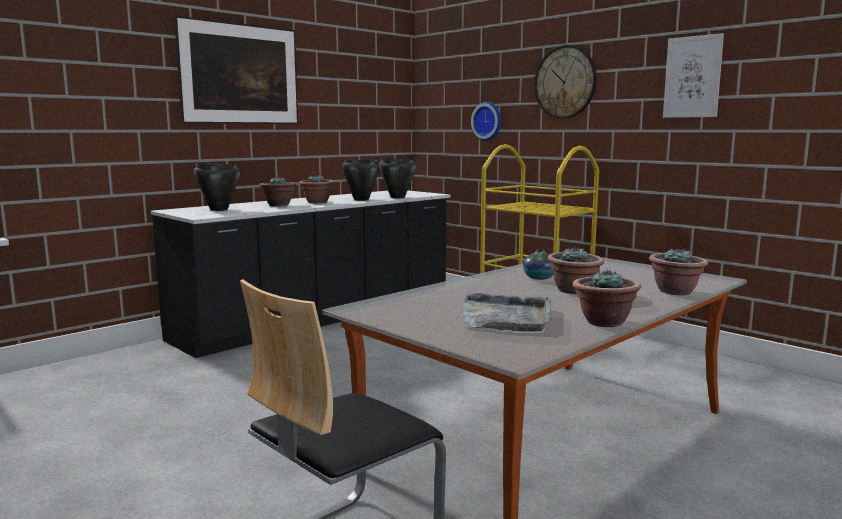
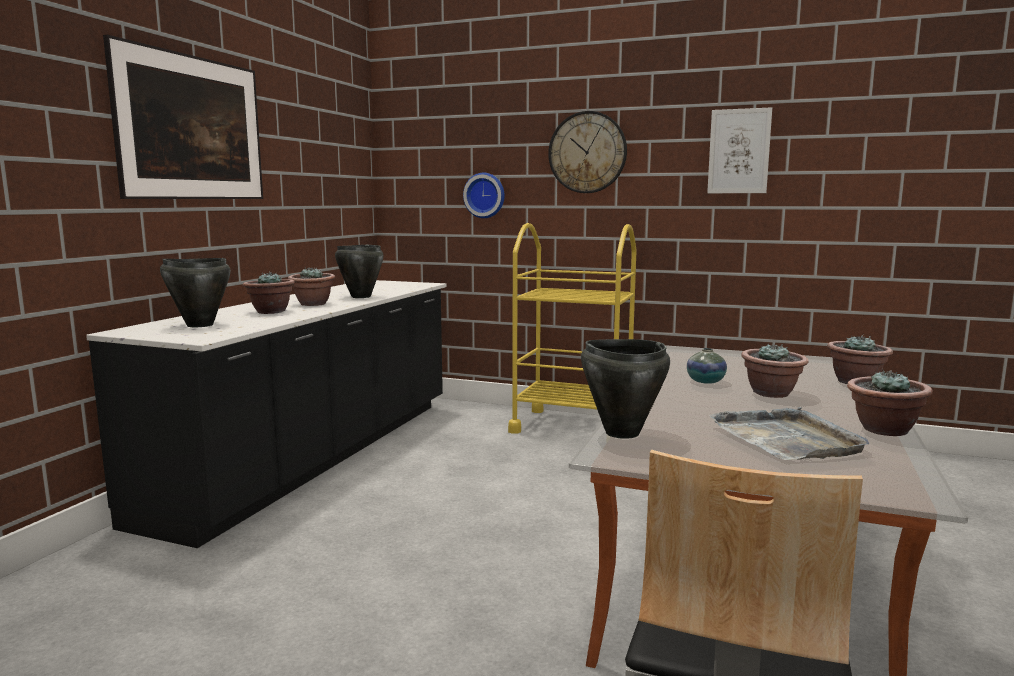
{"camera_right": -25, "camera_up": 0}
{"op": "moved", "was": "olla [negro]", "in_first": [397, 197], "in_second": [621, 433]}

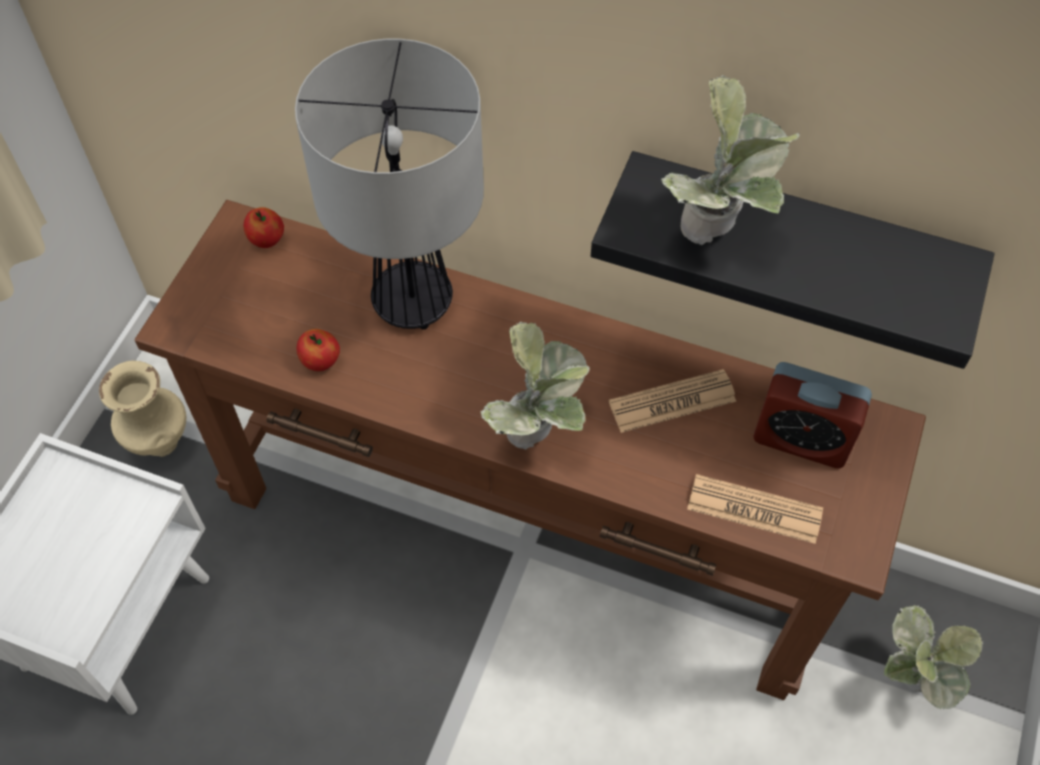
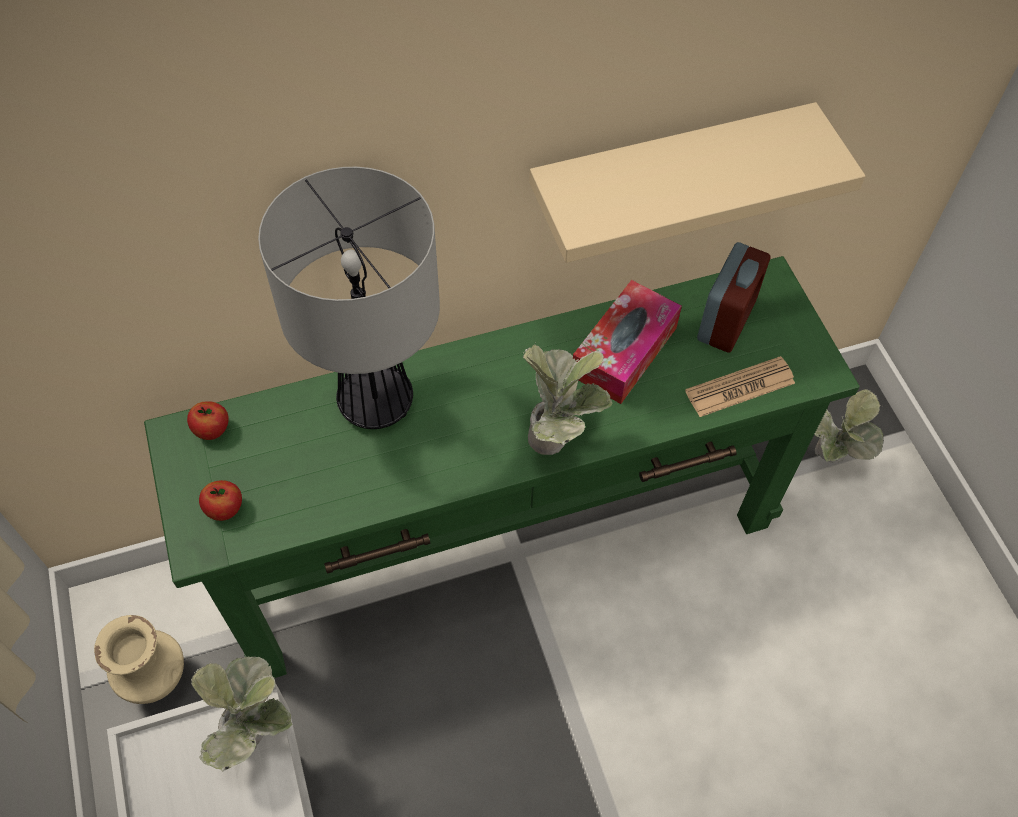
{"camera_right": -40, "camera_up": 0}
{"op": "recoloured", "was": "mesa consola [marrón]", "now": "mesa consola [verde]", "in_first": [522, 532], "in_second": [504, 542]}
{"op": "moved", "was": "planta en maceta", "in_first": [718, 234], "in_second": [257, 733]}
{"op": "moved", "was": "manzana", "in_first": [321, 361], "in_second": [225, 509]}
{"op": "recoloured", "was": "estante [negro]", "now": "estante [beis]", "in_first": [795, 242], "in_second": [668, 174]}
{"op": "replaced", "was": "periódico", "now": "caja de pañuelos", "in_first": [672, 402], "in_second": [624, 351]}
{"op": "turned", "was": "despertador", "in_first": [801, 439], "in_second": [726, 321], "clockwise": -45}

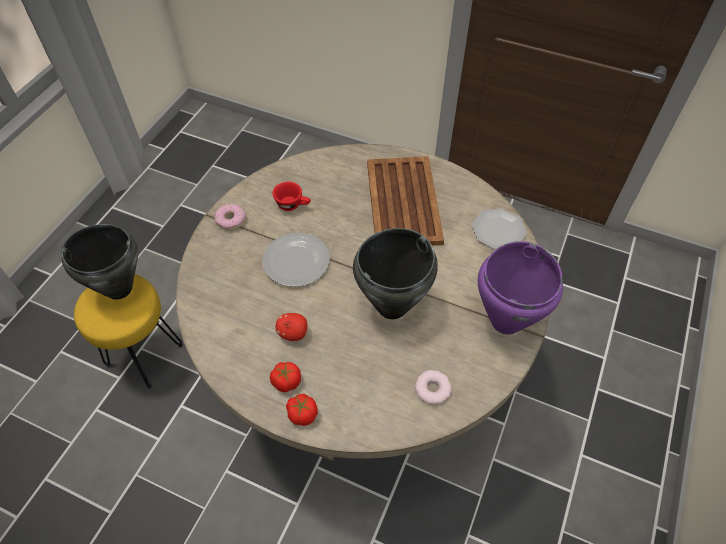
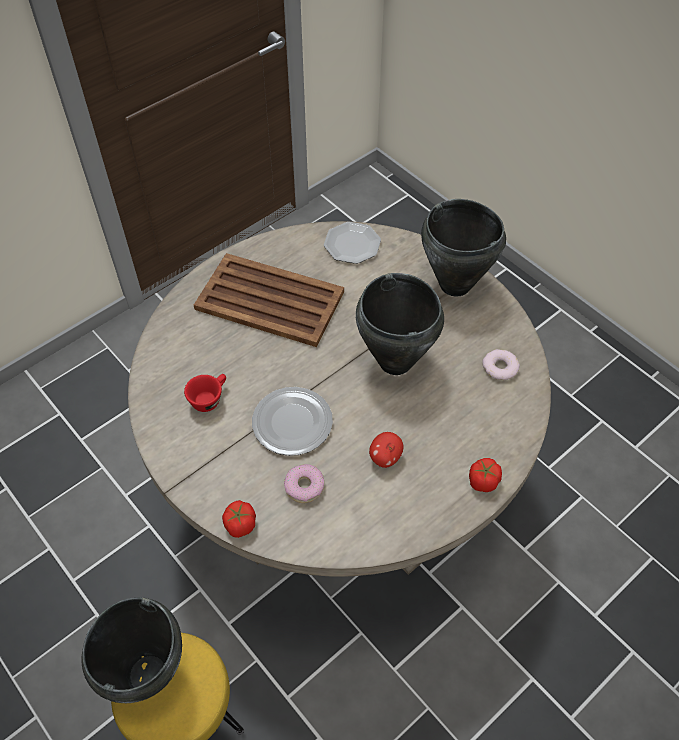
{"camera_right": -65, "camera_up": 0}
{"op": "moved", "was": "tomate", "in_first": [286, 381], "in_second": [240, 525]}
{"op": "moved", "was": "rosquilla", "in_first": [231, 220], "in_second": [304, 486]}
{"op": "recoloured", "was": "olla [morado]", "now": "olla [negro]", "in_first": [505, 321], "in_second": [455, 285]}

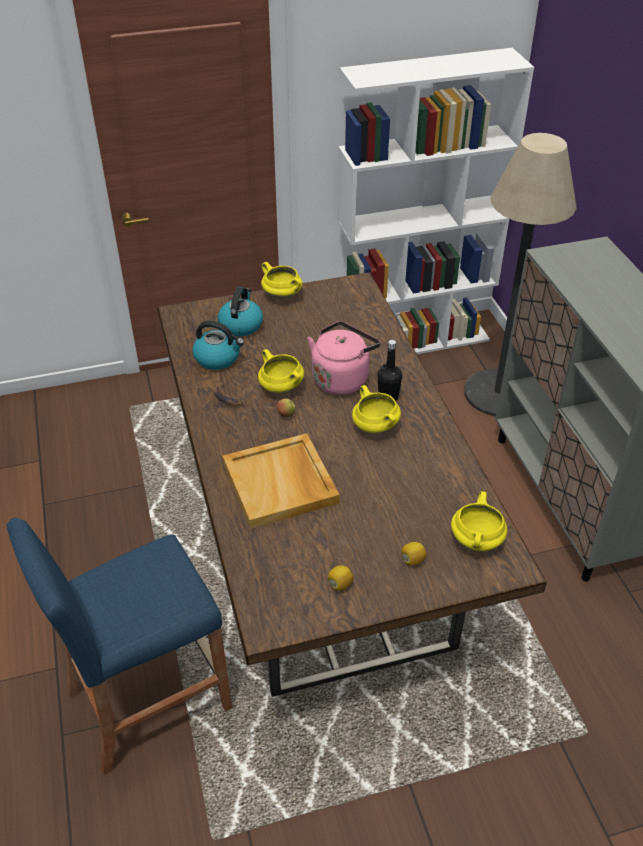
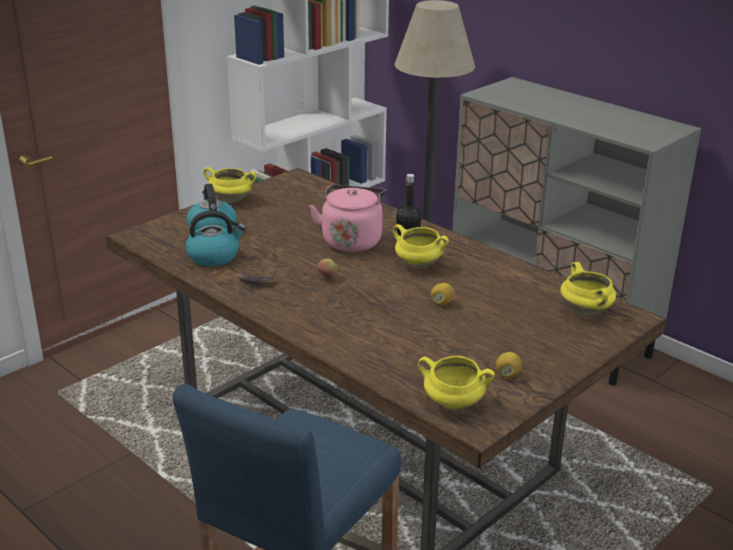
{"camera_right": -30, "camera_up": -15}
{"op": "moved", "was": "olla [amarillo]", "in_first": [280, 388], "in_second": [452, 403]}
{"op": "moved", "was": "limón", "in_first": [412, 560], "in_second": [441, 303]}
{"op": "removed", "was": "bandeja [beis]", "in_first": [281, 483]}

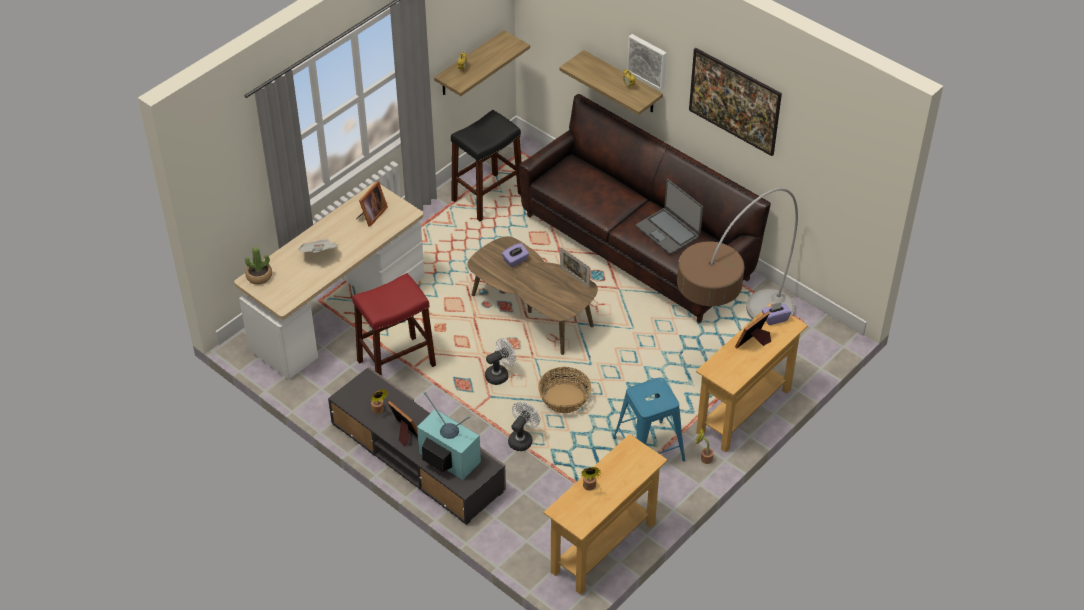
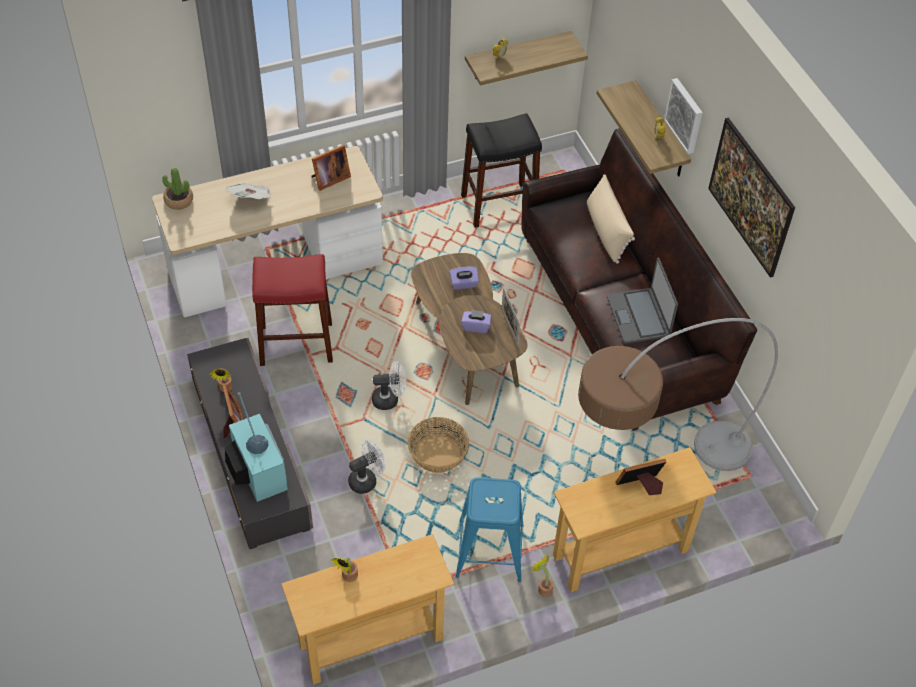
{"camera_right": 25, "camera_up": 5}
{"op": "moved", "was": "caja de pañuelos [morado]", "in_first": [775, 318], "in_second": [476, 326]}
{"op": "added", "now": "cojín [beis]", "in_second": [606, 231]}

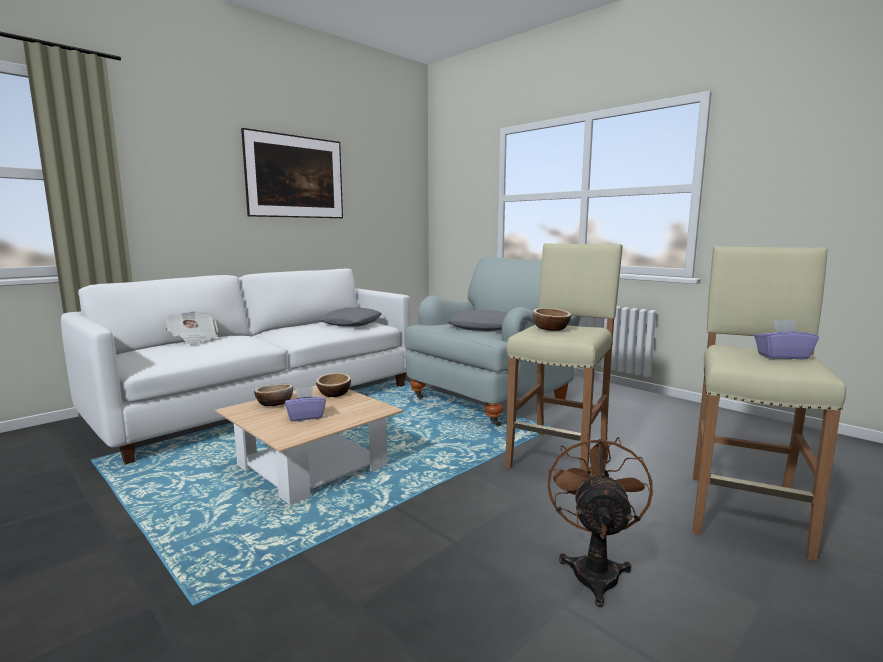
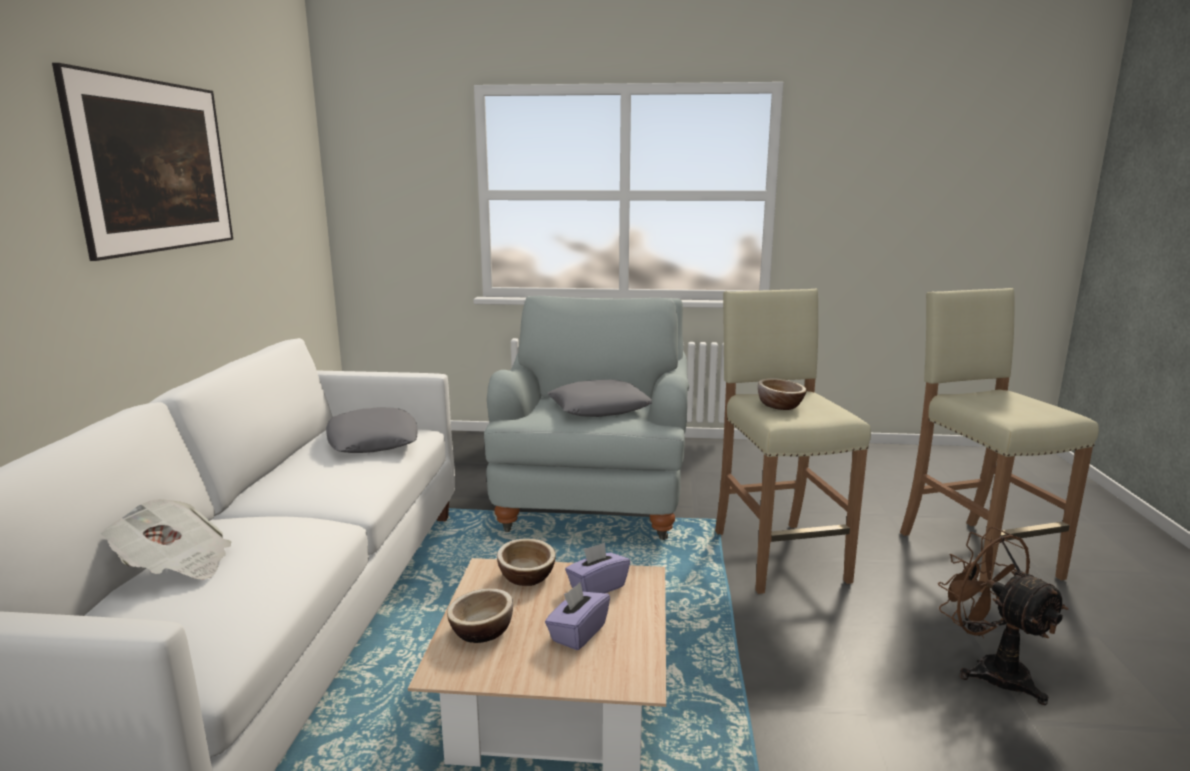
{"camera_right": -40, "camera_up": 5}
{"op": "moved", "was": "caja de pañuelos [morado]", "in_first": [782, 356], "in_second": [597, 587]}

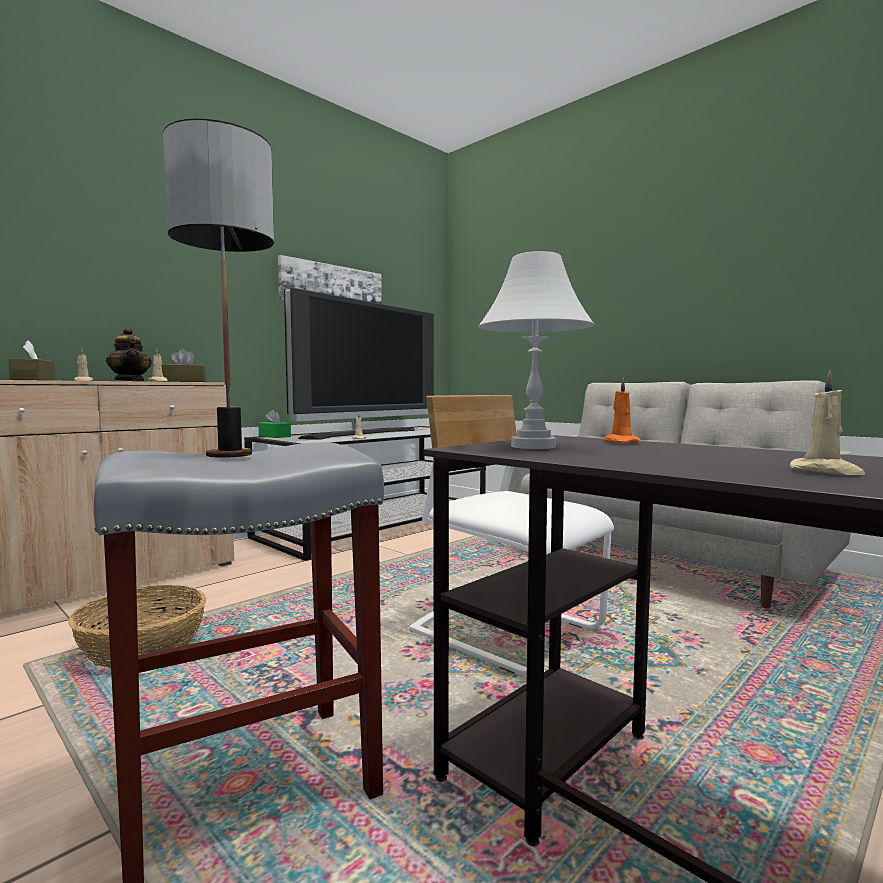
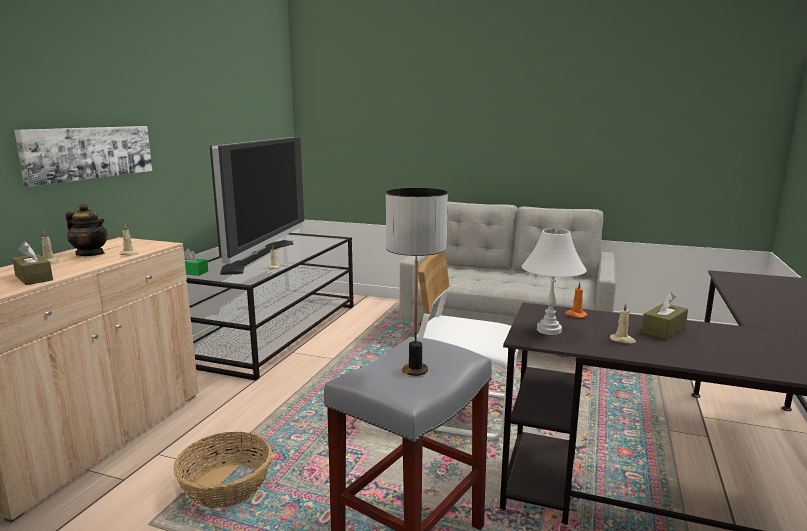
{"camera_right": -25, "camera_up": 10}
{"op": "moved", "was": "cuadro", "in_first": [331, 286], "in_second": [89, 152]}
{"op": "moved", "was": "vela [beis]", "in_first": [826, 472], "in_second": [622, 340]}
{"op": "moved", "was": "caja de pañuelos [marrón]", "in_first": [184, 381], "in_second": [663, 330]}

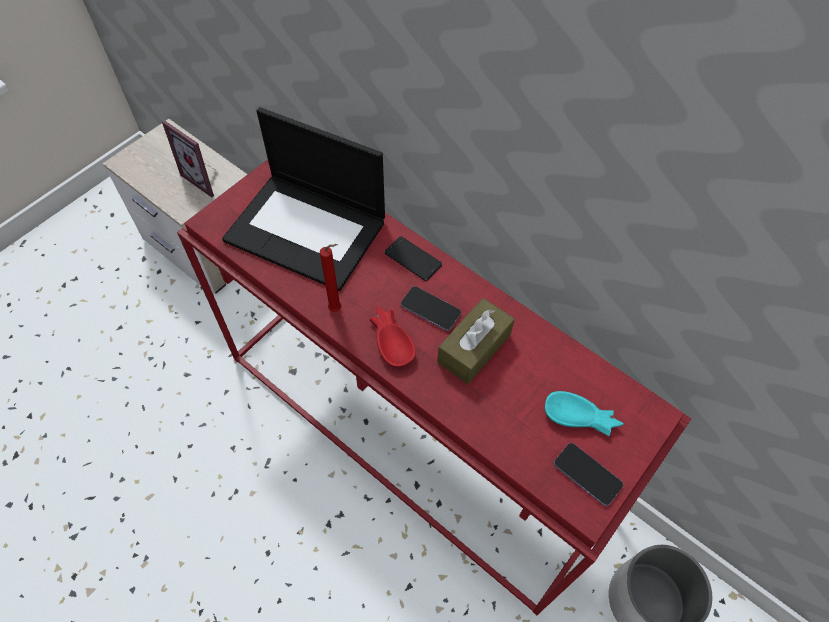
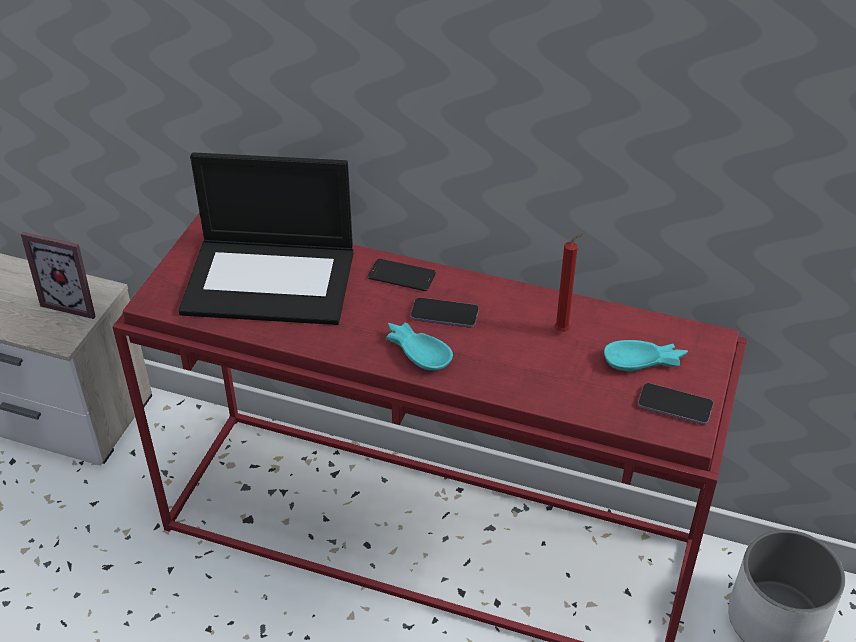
{"camera_right": -20, "camera_up": -15}
{"op": "recoloured", "was": "cuenco [rojo]", "now": "cuenco [turquesa]", "in_first": [392, 339], "in_second": [418, 350]}
{"op": "moved", "was": "vela [rojo]", "in_first": [337, 309], "in_second": [564, 331]}
{"op": "removed", "was": "caja de pañuelos [marrón]", "in_first": [474, 348]}

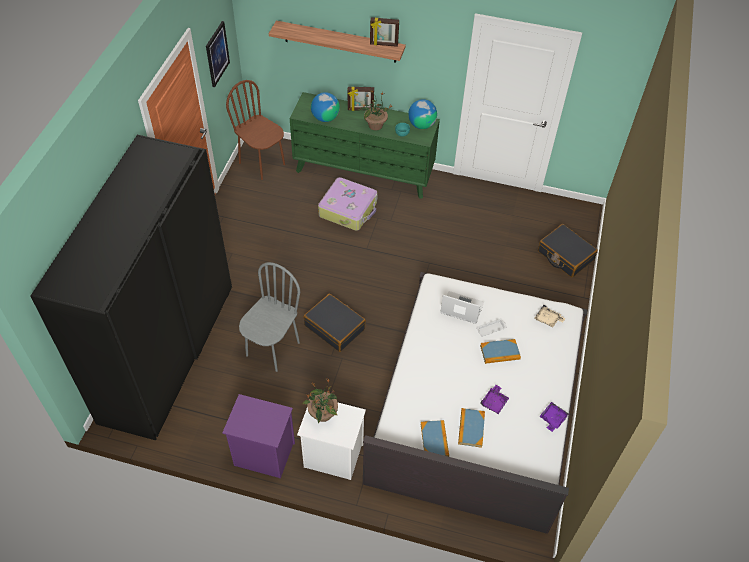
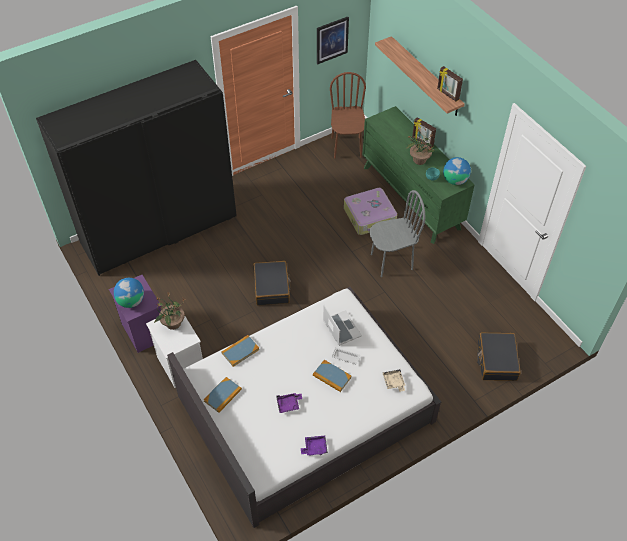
{"camera_right": 45, "camera_up": 0}
{"op": "moved", "was": "globo terráqueo", "in_first": [325, 118], "in_second": [131, 301]}
{"op": "moved", "was": "libro", "in_first": [471, 428], "in_second": [240, 351]}
{"op": "moved", "was": "silla [gris]", "in_first": [272, 349], "in_second": [391, 261]}

